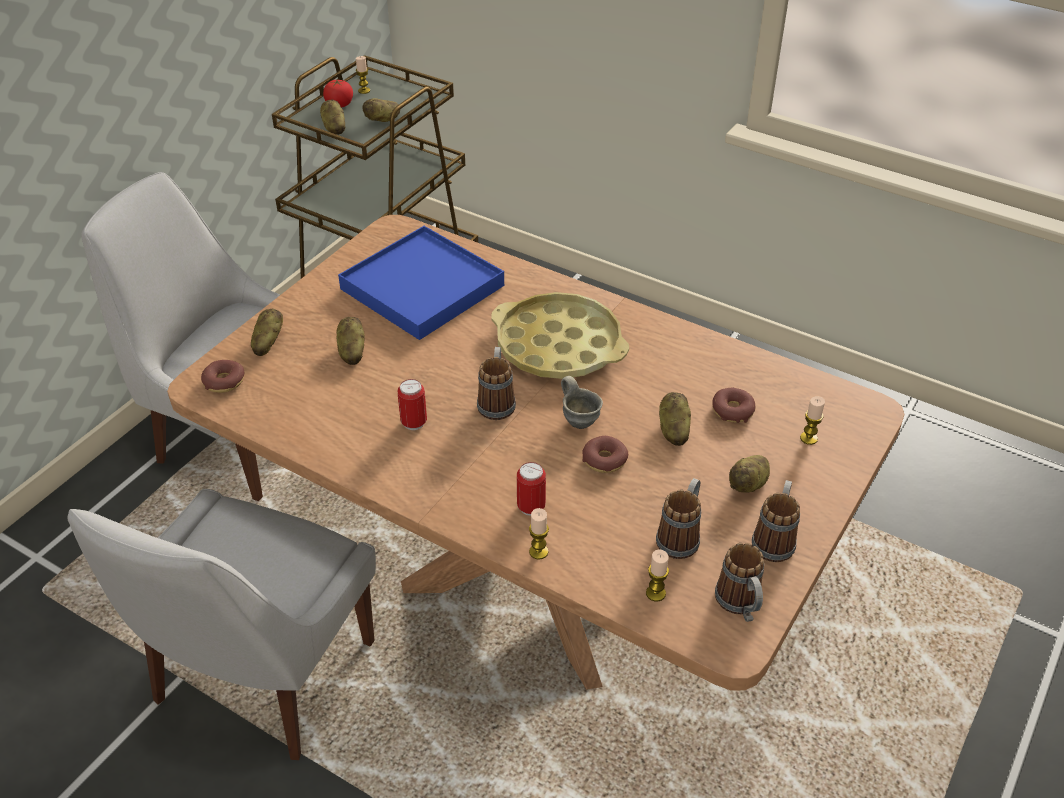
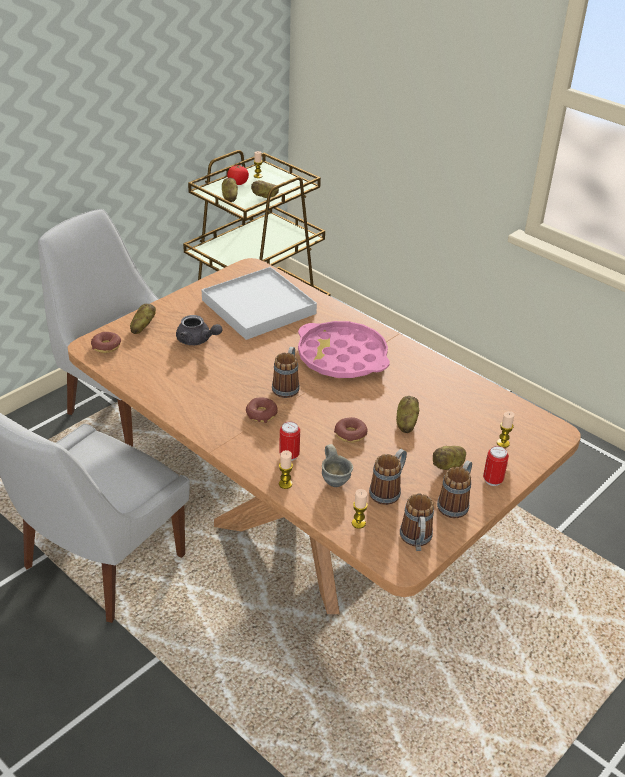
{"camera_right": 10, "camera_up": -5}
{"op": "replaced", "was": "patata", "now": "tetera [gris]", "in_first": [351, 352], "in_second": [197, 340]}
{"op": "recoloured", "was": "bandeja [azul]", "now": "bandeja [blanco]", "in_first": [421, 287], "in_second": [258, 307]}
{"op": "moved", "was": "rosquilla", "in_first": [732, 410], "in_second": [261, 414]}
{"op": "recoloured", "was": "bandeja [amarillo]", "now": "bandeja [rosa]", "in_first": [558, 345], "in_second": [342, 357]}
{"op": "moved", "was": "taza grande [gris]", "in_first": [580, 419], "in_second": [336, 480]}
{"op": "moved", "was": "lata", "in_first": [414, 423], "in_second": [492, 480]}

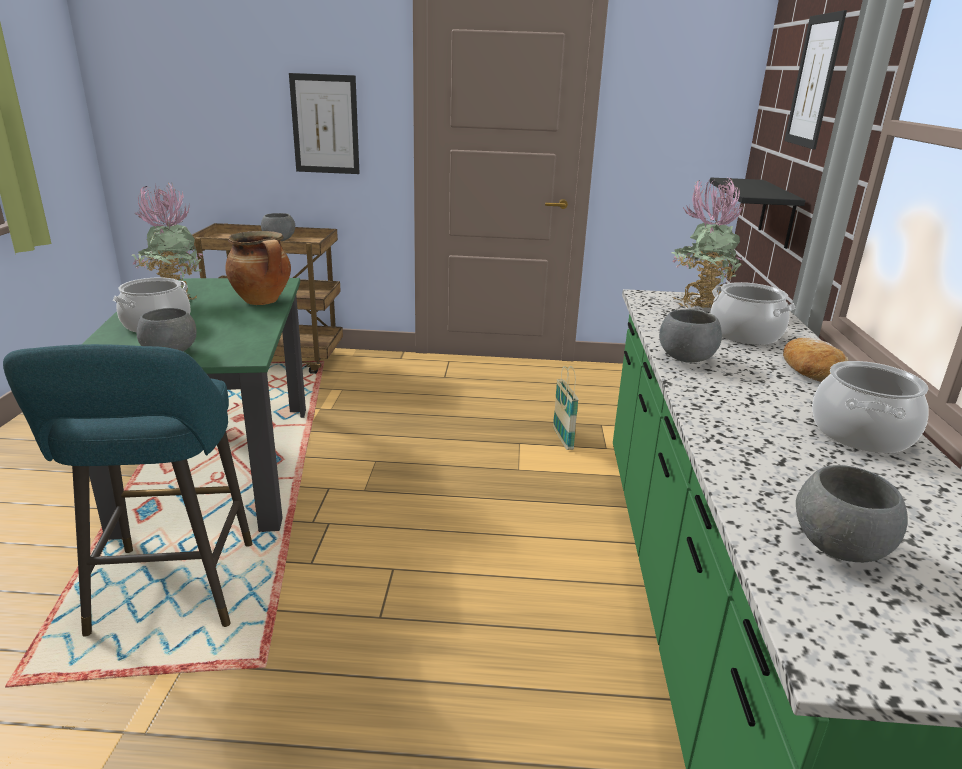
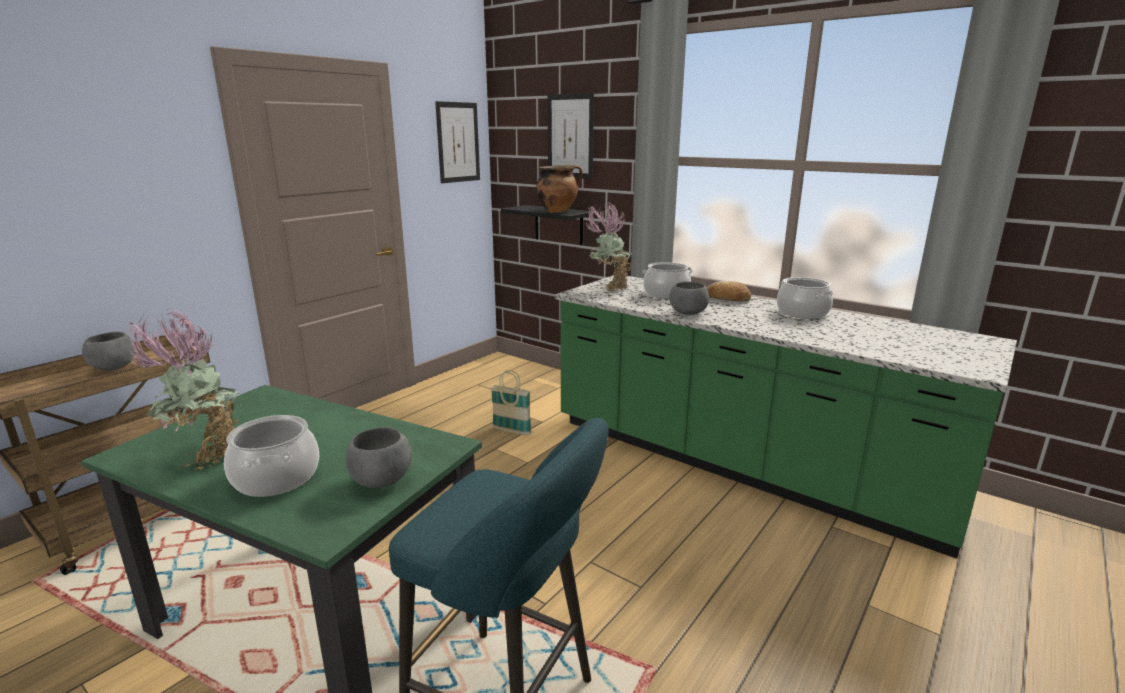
{"camera_right": -55, "camera_up": -5}
{"op": "moved", "was": "cuadro", "in_first": [325, 124], "in_second": [458, 142]}
{"op": "moved", "was": "olla", "in_first": [263, 301], "in_second": [558, 211]}
{"op": "removed", "was": "cuenco [gris]", "in_first": [837, 548]}

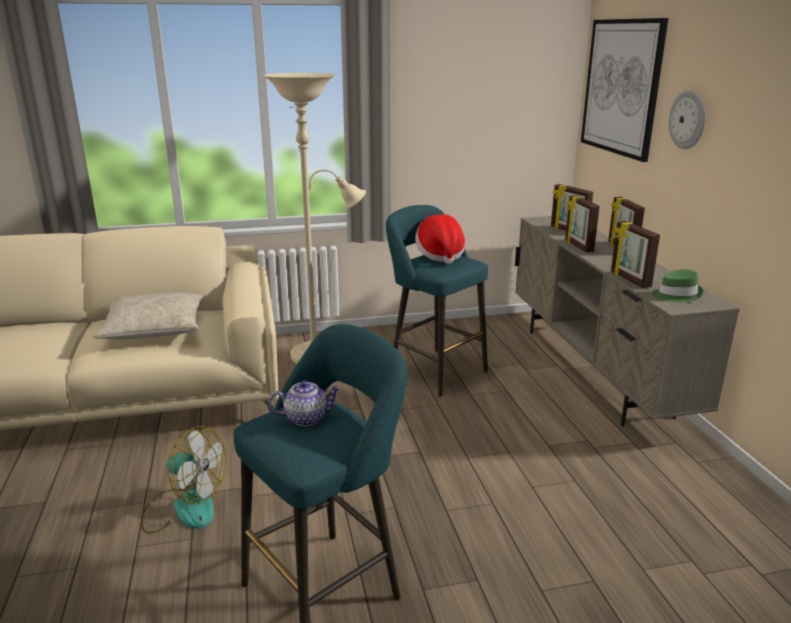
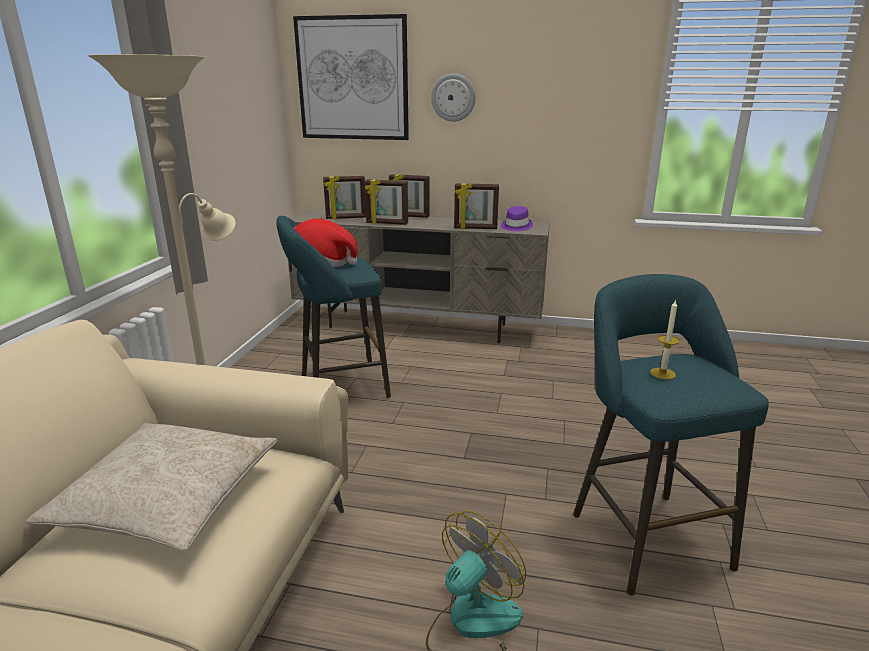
{"camera_right": -65, "camera_up": 0}
{"op": "recoloured", "was": "sombrero [verde]", "now": "sombrero [morado]", "in_first": [676, 295], "in_second": [515, 226]}
{"op": "replaced", "was": "tetera", "now": "vela", "in_first": [305, 418], "in_second": [662, 373]}

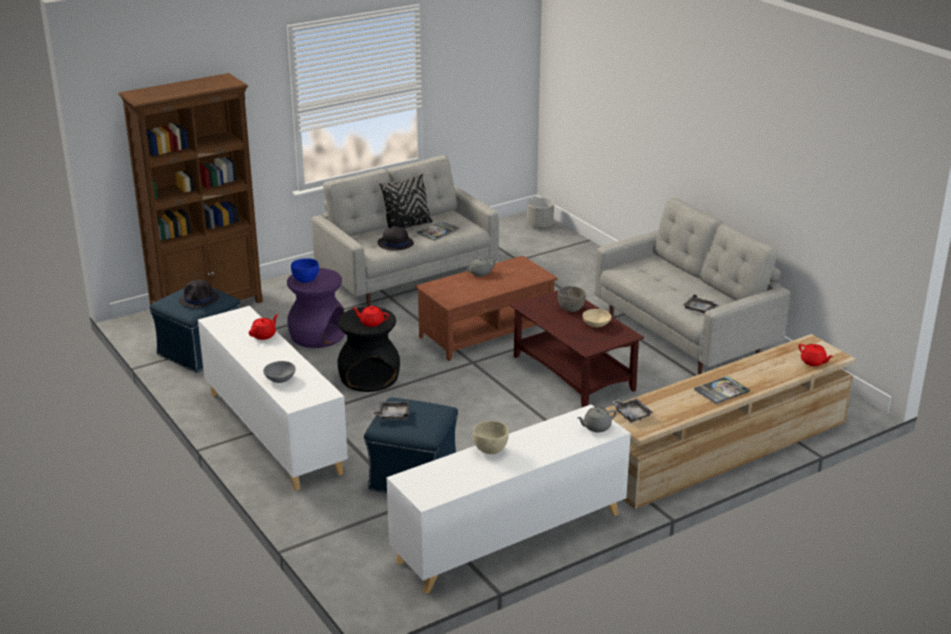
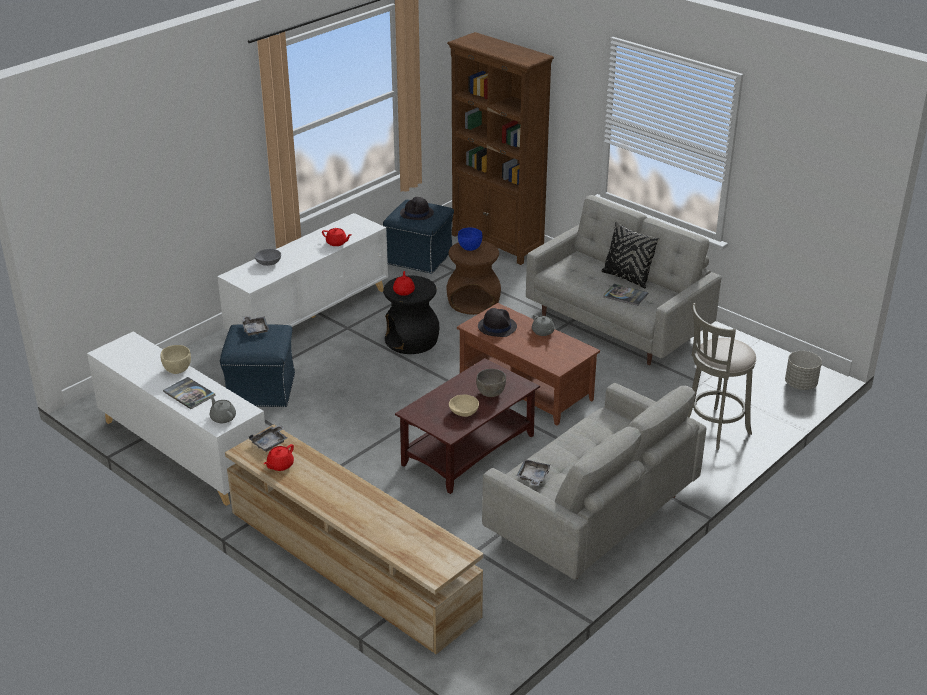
{"camera_right": 75, "camera_up": 5}
{"op": "moved", "was": "libro", "in_first": [721, 391], "in_second": [189, 394]}
{"op": "moved", "was": "tetera [rojo]", "in_first": [813, 362], "in_second": [280, 465]}
{"op": "recoloured", "was": "taburete [morado]", "now": "taburete [marrón]", "in_first": [317, 335], "in_second": [474, 302]}
{"op": "moved", "was": "sombrero [negro]", "in_first": [395, 243], "in_second": [497, 326]}
{"op": "added", "now": "taburete [gris]", "in_second": [713, 429]}

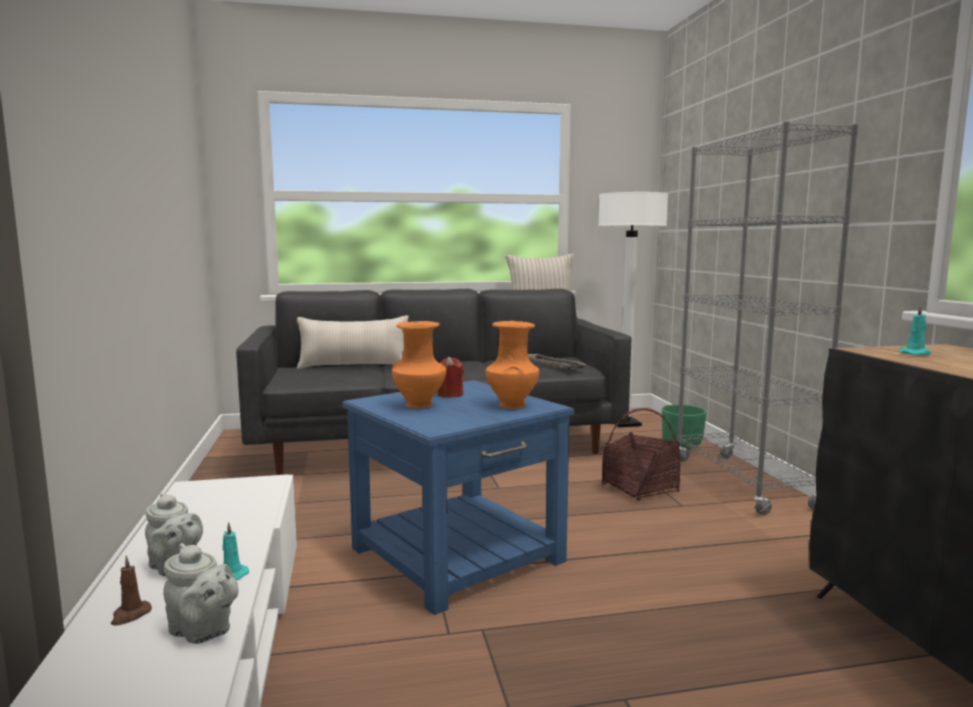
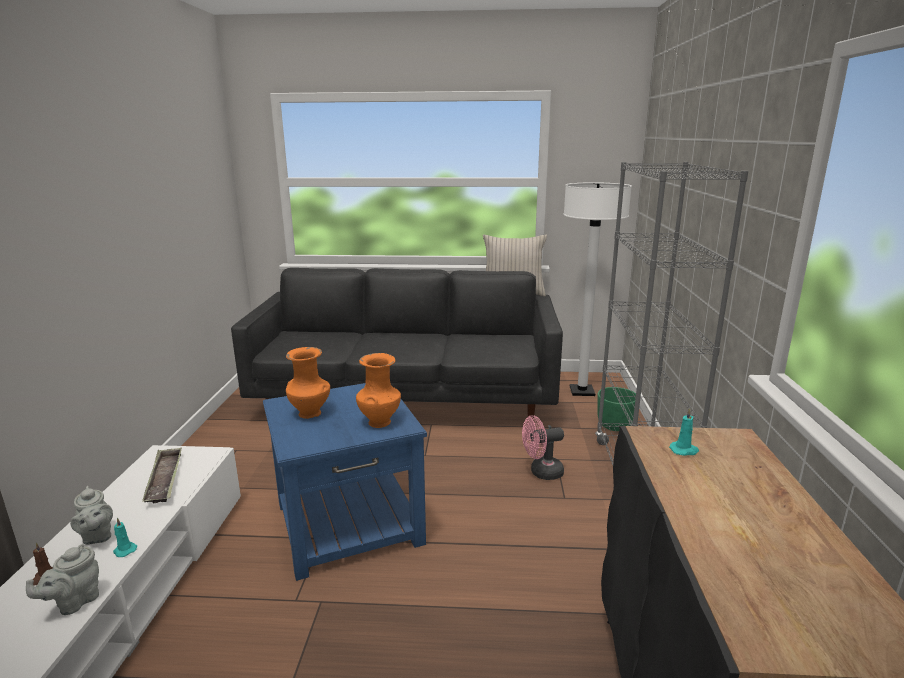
{"camera_right": 15, "camera_up": 10}
{"op": "turned", "was": "tetera [gris]", "in_first": [203, 631], "in_second": [74, 602], "clockwise": 75}
{"op": "moved", "was": "bandeja", "in_first": [553, 366], "in_second": [165, 479]}
{"op": "replaced", "was": "cesta", "now": "ventilador [rosa]", "in_first": [640, 488], "in_second": [541, 472]}
{"op": "removed", "was": "cojín [beis]", "in_first": [354, 366]}
{"op": "removed", "was": "vela [rojo]", "in_first": [450, 394]}

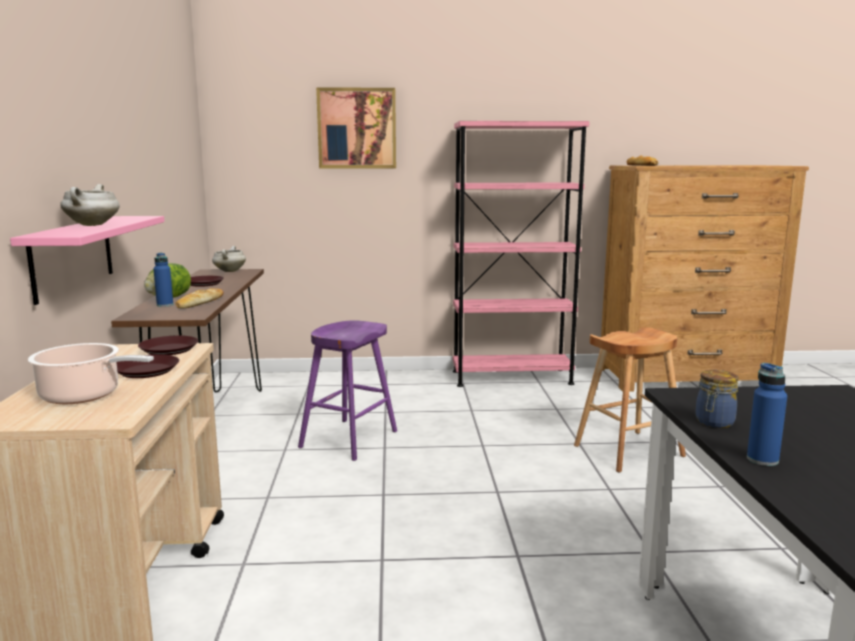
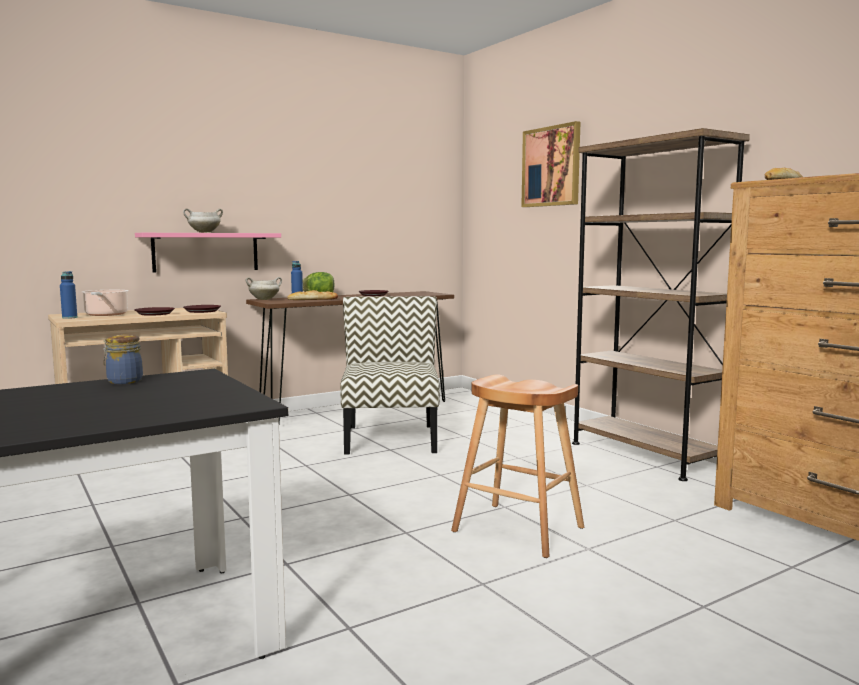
{"camera_right": 60, "camera_up": -5}
{"op": "moved", "was": "botella [azul]", "in_first": [762, 460], "in_second": [69, 317]}
{"op": "moved", "was": "olla [blanco]", "in_first": [229, 271], "in_second": [264, 299]}
{"op": "replaced", "was": "taburete [morado]", "now": "silla", "in_first": [349, 439], "in_second": [390, 438]}
{"op": "recoloured", "was": "estantería [rosa]", "now": "estantería [marrón]", "in_first": [511, 377], "in_second": [644, 455]}

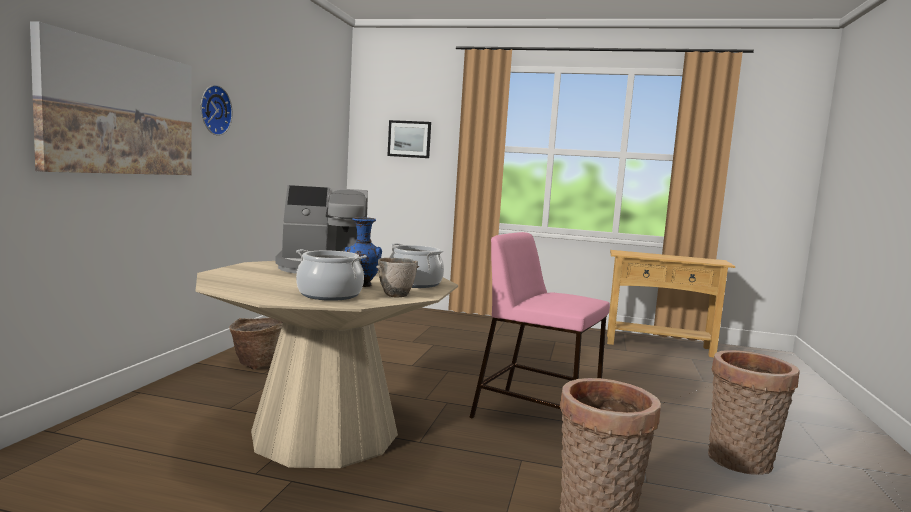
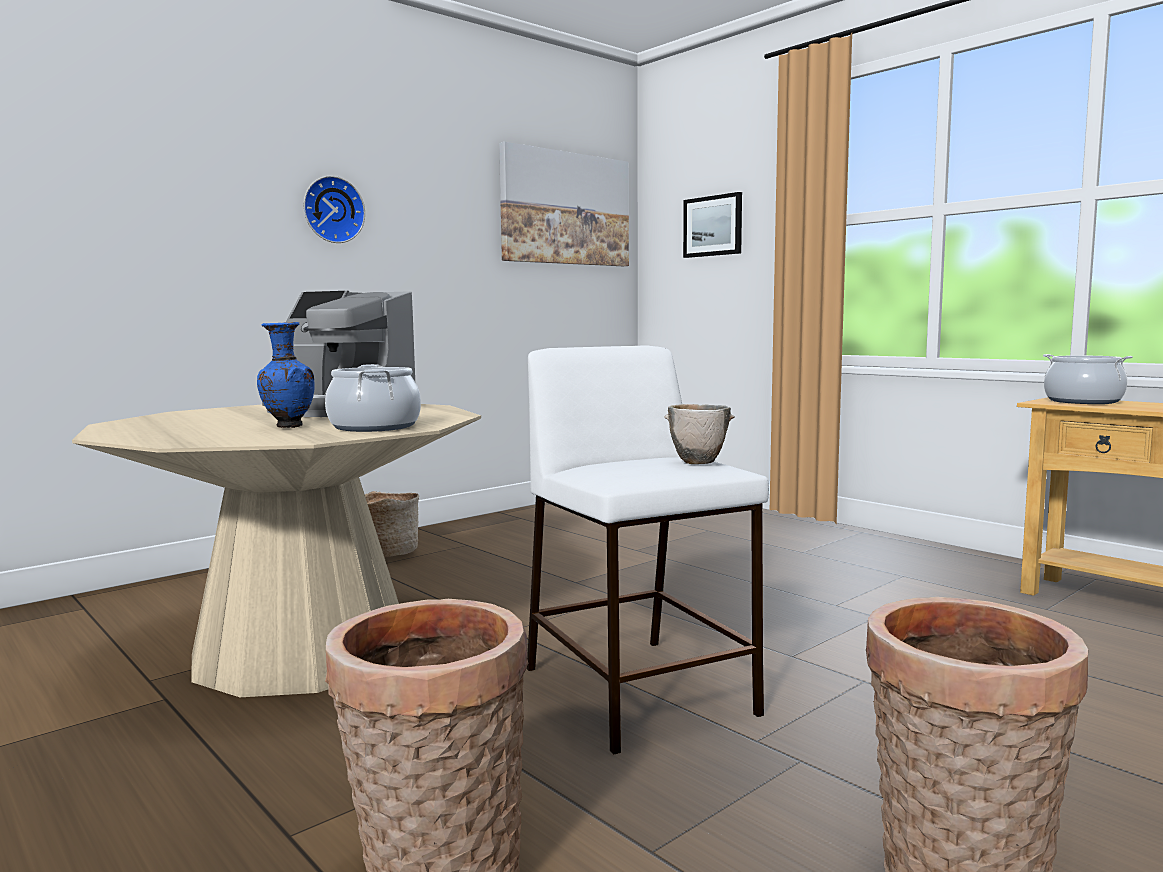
{"camera_right": 35, "camera_up": 0}
{"op": "moved", "was": "cuadro", "in_first": [120, 111], "in_second": [565, 209]}
{"op": "recoloured", "was": "taburete [rosa]", "now": "taburete [blanco]", "in_first": [537, 417], "in_second": [640, 691]}
{"op": "moved", "was": "cuenco", "in_first": [397, 295], "in_second": [700, 462]}
{"op": "moved", "was": "olla", "in_first": [329, 295], "in_second": [1083, 401]}

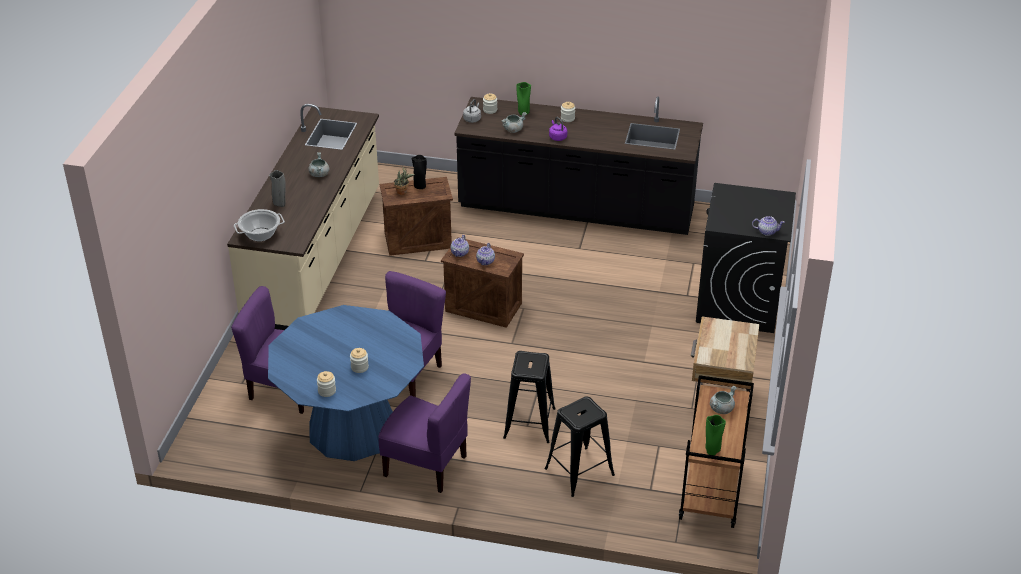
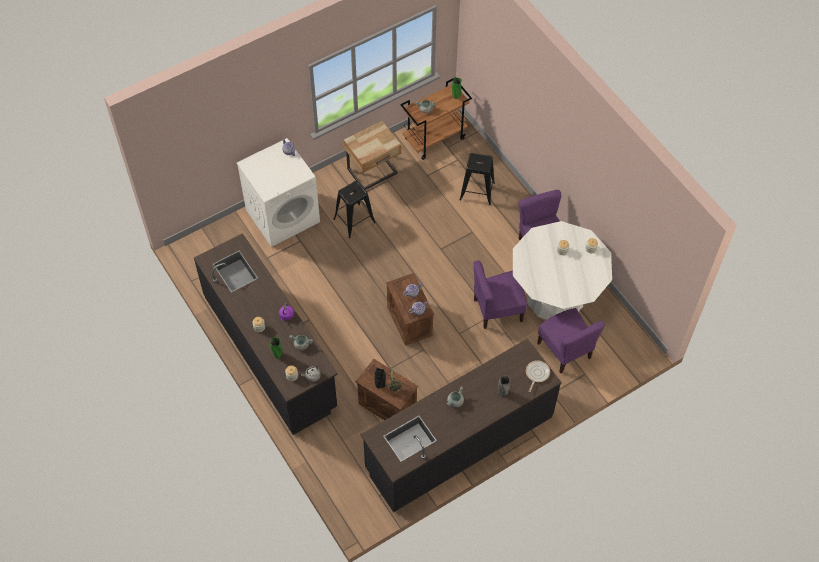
{"camera_right": -135, "camera_up": 20}
{"op": "recoloured", "was": "lavadora [negro]", "now": "lavadora [blanco]", "in_first": [738, 302], "in_second": [283, 215]}
{"op": "moved", "was": "taburete [negro]", "in_first": [529, 422], "in_second": [354, 221]}
{"op": "recoloured", "was": "mueble bajo de cocina [beis]", "now": "mueble bajo de cocina [negro]", "in_first": [316, 257], "in_second": [459, 442]}
{"op": "recoloured", "was": "mesa de comedor [azul]", "now": "mesa de comedor [blanco]", "in_first": [352, 429], "in_second": [555, 297]}
{"op": "replaced", "was": "olla", "now": "sartén", "in_first": [260, 234], "in_second": [536, 374]}

